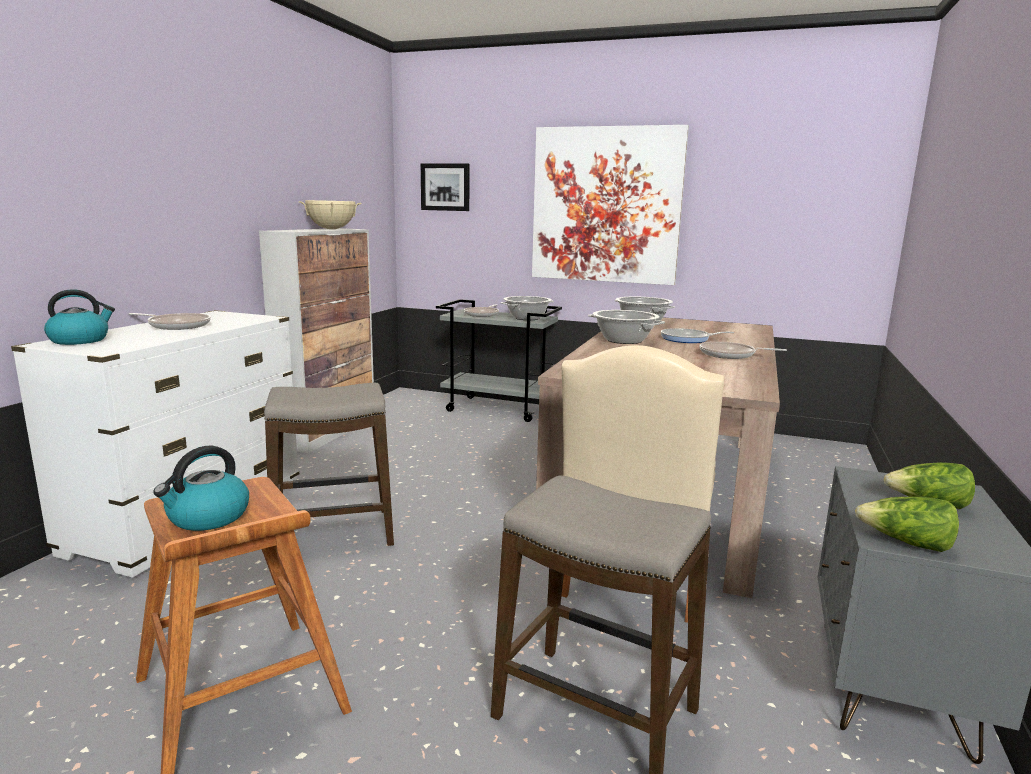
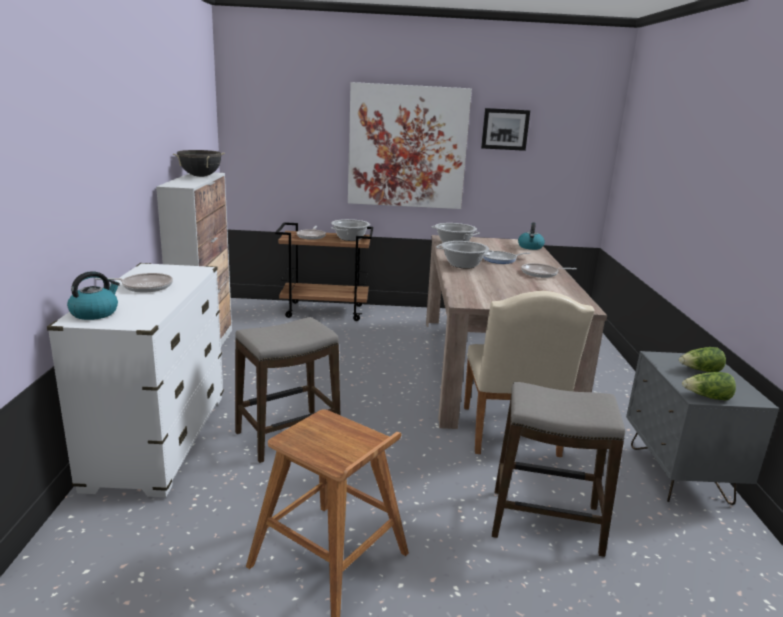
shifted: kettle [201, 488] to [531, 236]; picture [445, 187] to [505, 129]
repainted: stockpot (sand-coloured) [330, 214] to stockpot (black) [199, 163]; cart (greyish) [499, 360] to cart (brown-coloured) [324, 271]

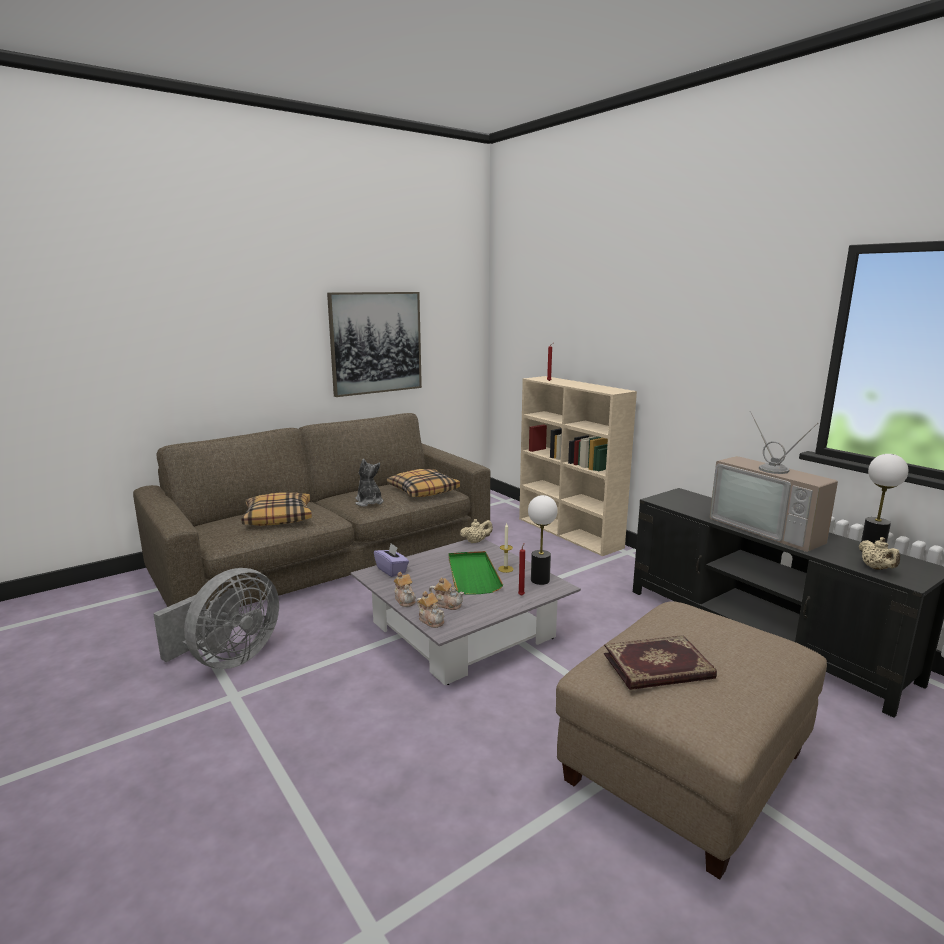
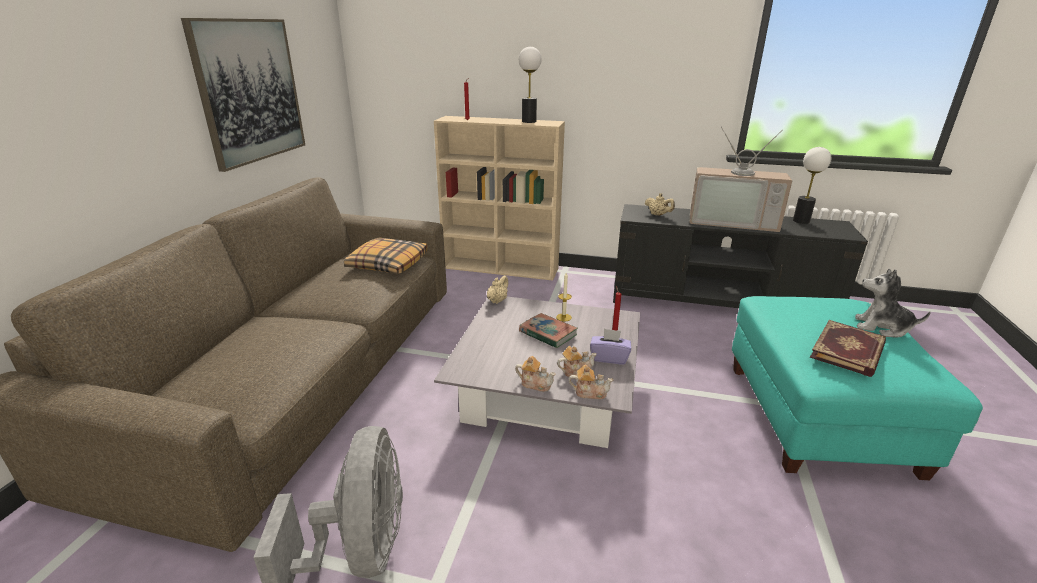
gone: pillow [276, 509]
shifted: cuddly toy [369, 483] to [893, 303]; box of tissues (purple) [391, 560] to [610, 347]; table lamp [543, 540] to [530, 85]; teapot (sand-coloured) [879, 553] to [660, 204]
swapped: carrying tray (green-coloured) [476, 573] to bound book [548, 330]
repainted: footrest (sand-coloured) [691, 740] to footrest (turquoise) [857, 388]

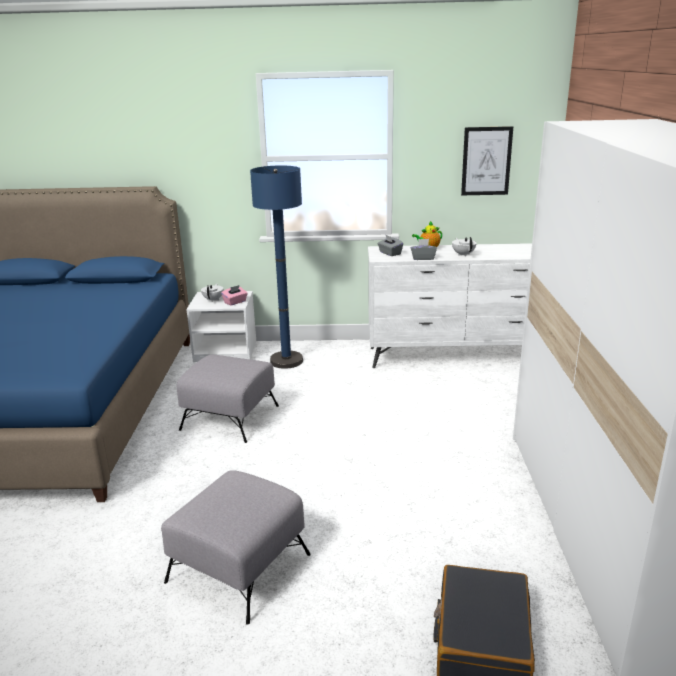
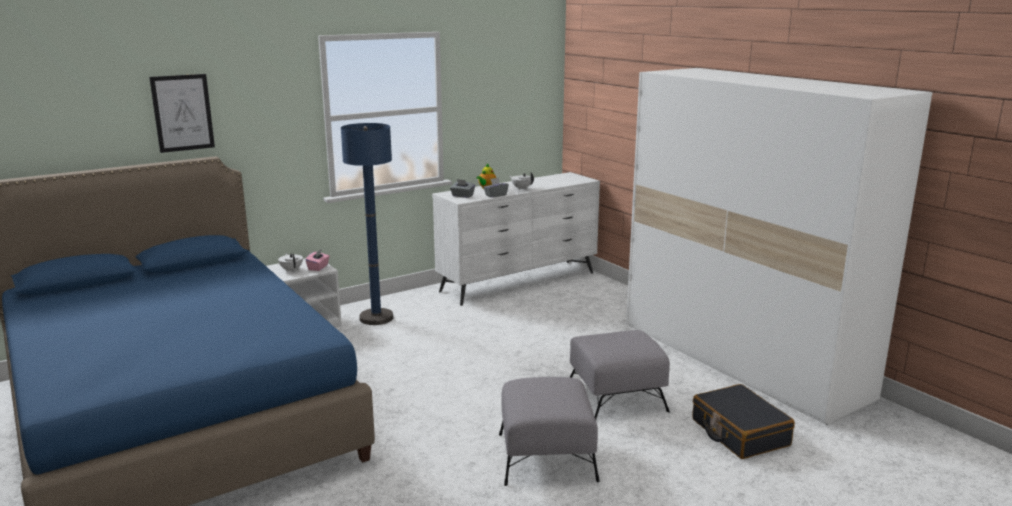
shifted: footrest (greyish) [228, 398] to [620, 374]; picture [487, 160] to [182, 113]

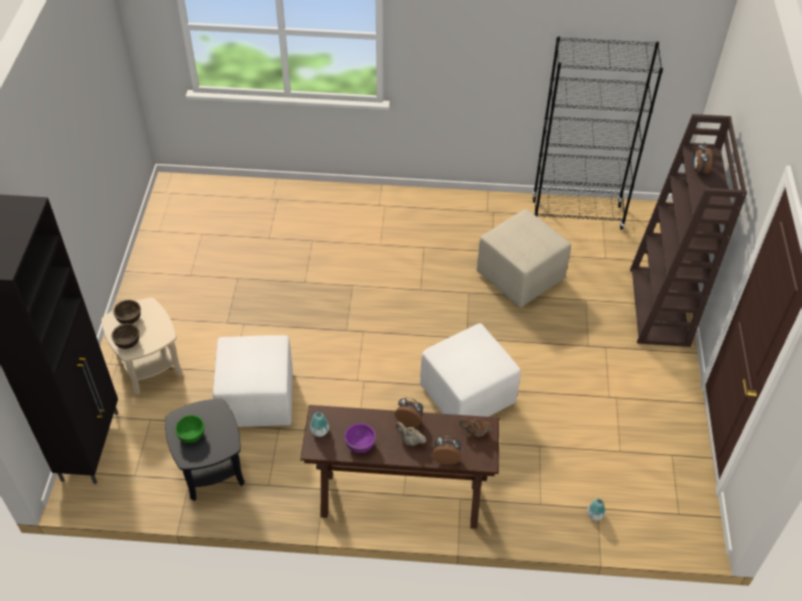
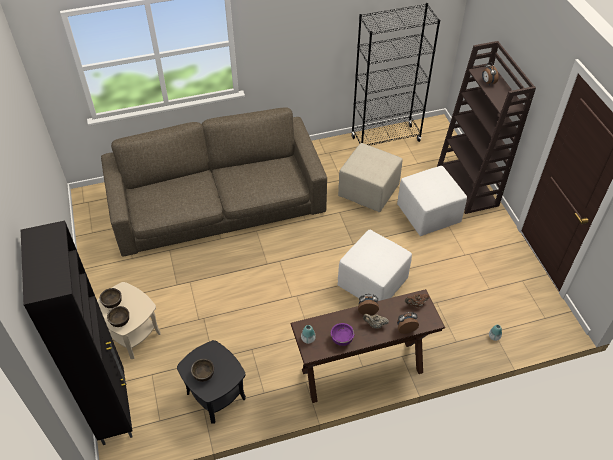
new: settee (brown-coloured) [214, 182]
shifted: footrest (white-coloured) [253, 381] to [432, 201]
repainted: serving bowl (green-coloured) [189, 429] to serving bowl (brown-coloured) [202, 370]

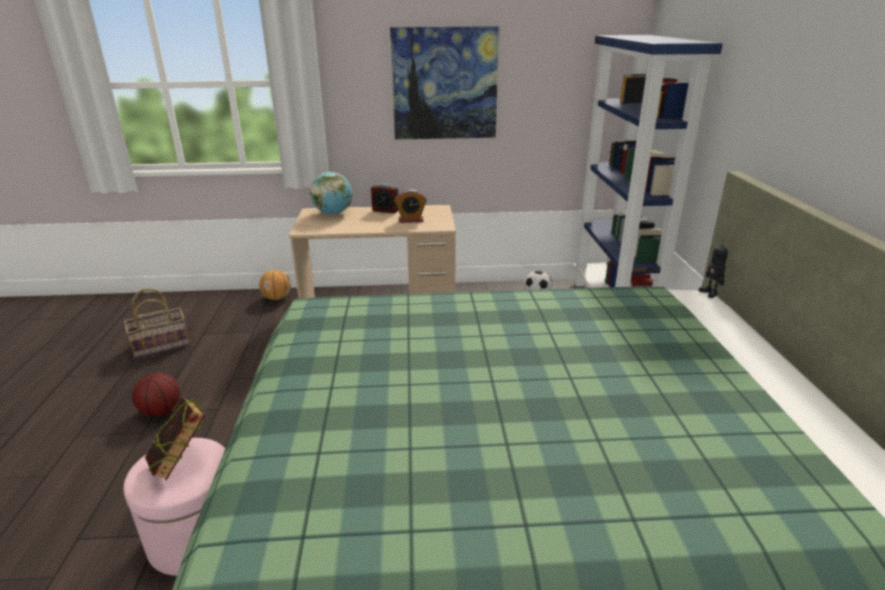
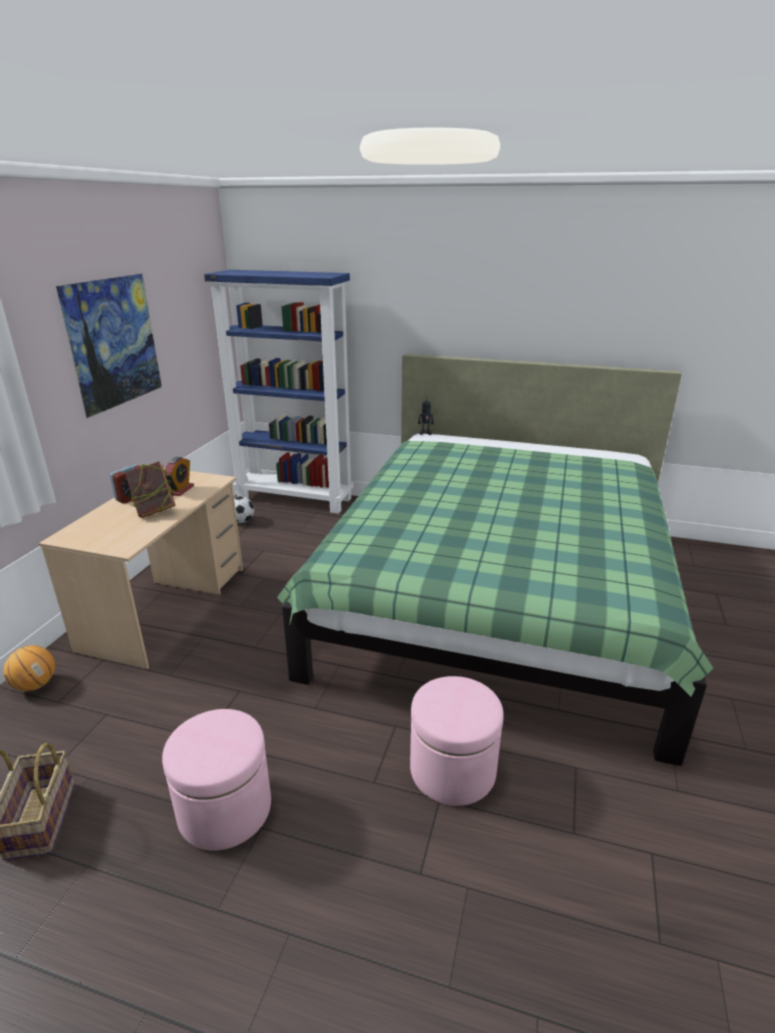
gone: world globe [331, 193]
shifted: bound book [175, 438] to [150, 489]
swapped: basketball [156, 394] to footrest (pinkish) [216, 780]

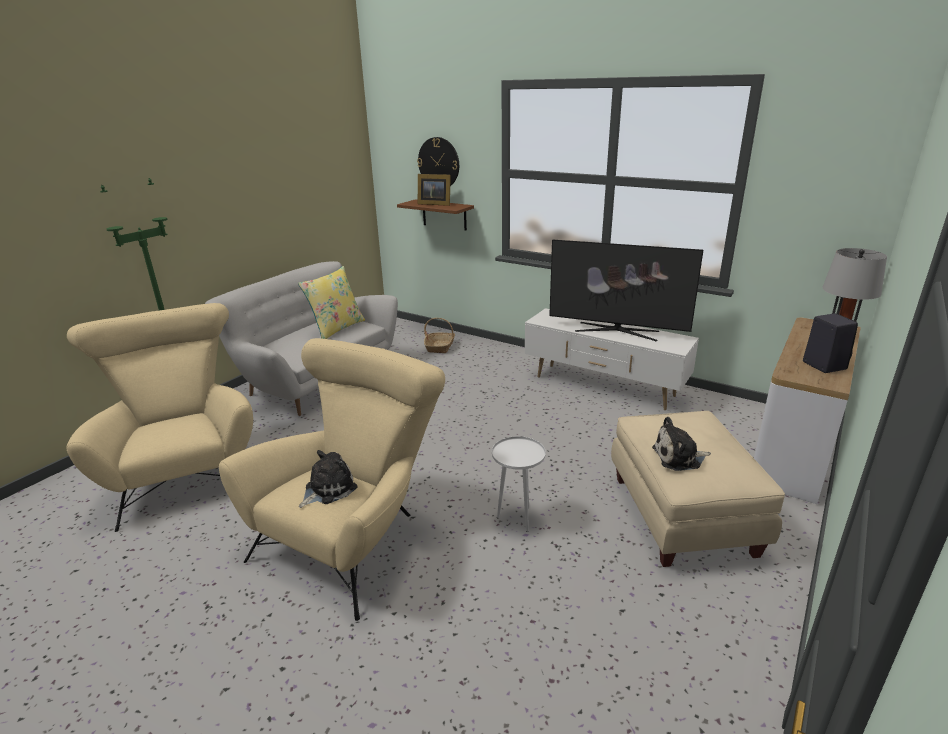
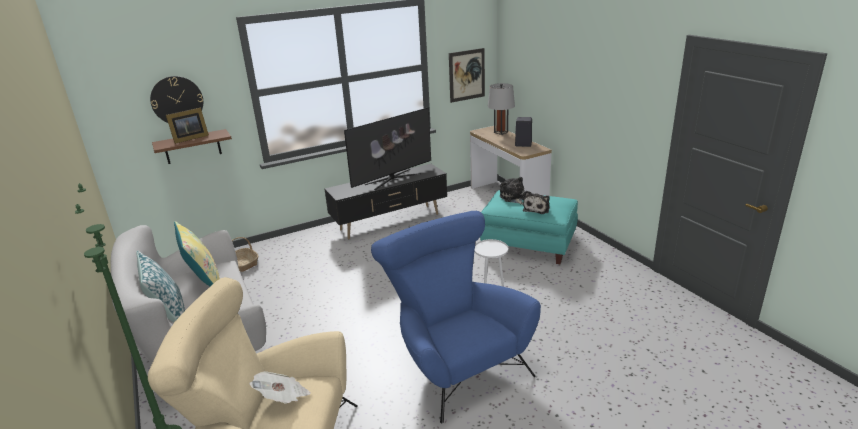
new: pillow [160, 286]; newspaper [280, 387]; picture [467, 75]
shifted: cuddly toy [328, 479] to [512, 191]
repainted: lounge chair (sand-coloured) [332, 479] to lounge chair (bluish) [456, 317]; media console (white-coloured) [612, 359] to media console (black) [386, 201]; footrest (sand-coloured) [698, 489] to footrest (turquoise) [529, 227]

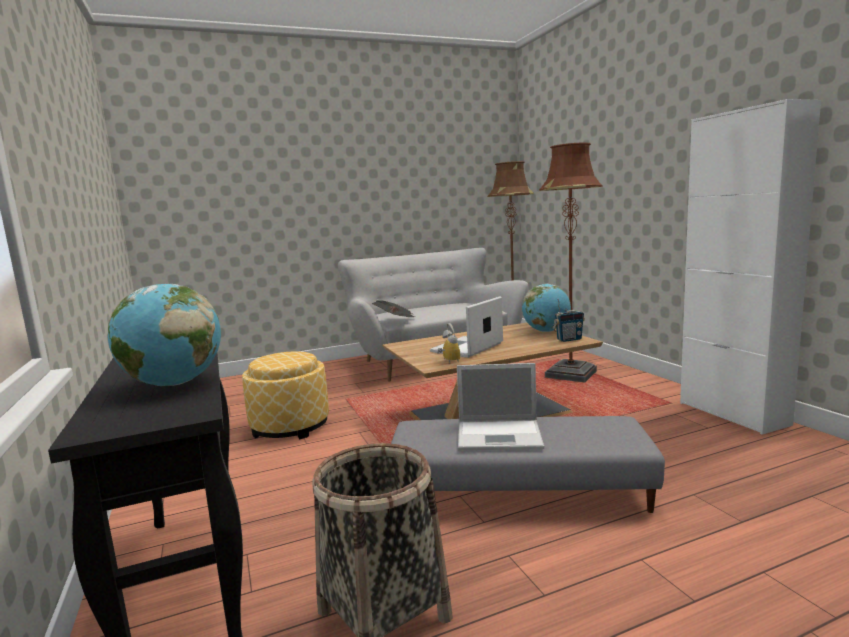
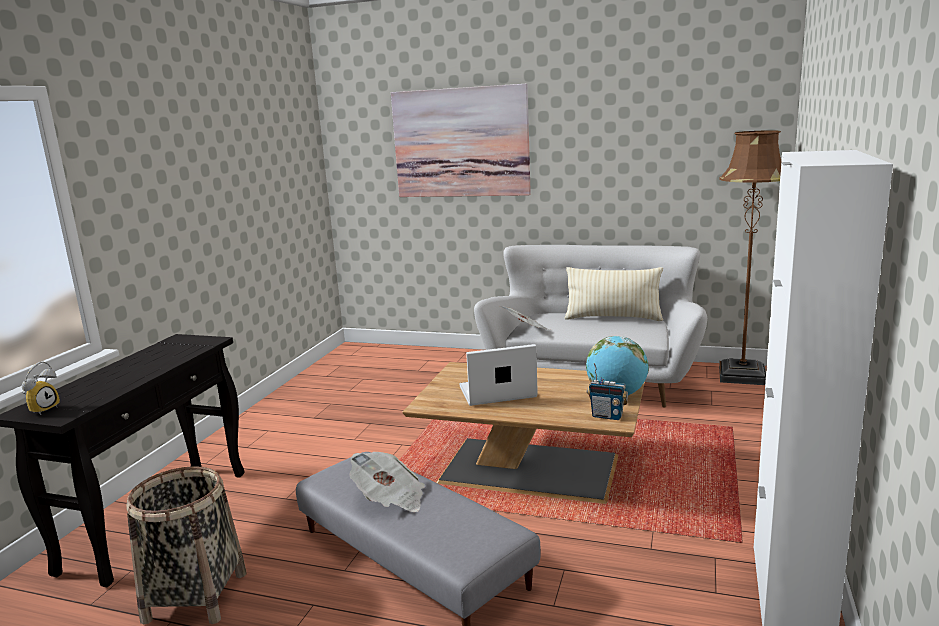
gone: world globe [164, 335]; footrest [285, 395]; floor lamp (brown-coloured) [570, 262]
new: picture [461, 140]; pillow (sand-coloured) [614, 294]
shifted: bedside clock [448, 343] to [41, 388]
swapped: portable computer [500, 406] to newspaper [387, 482]

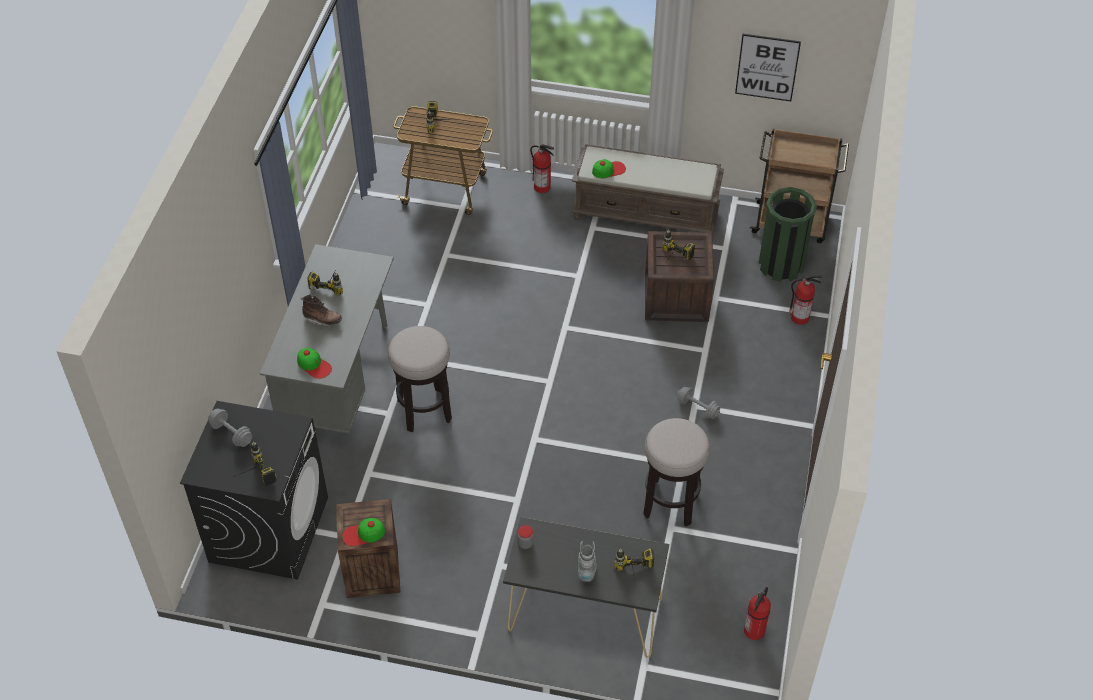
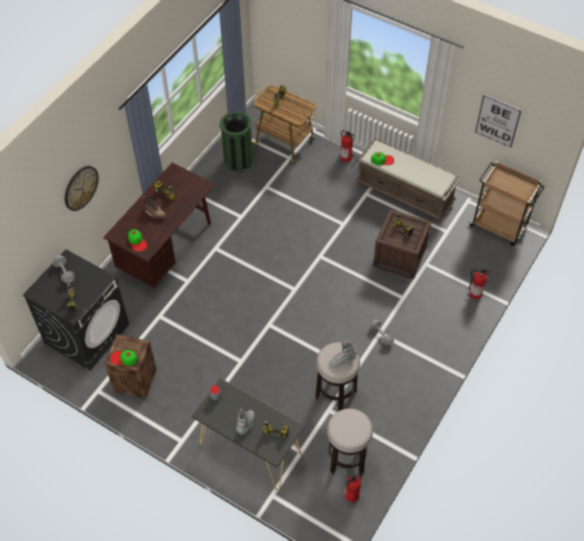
new: clock on the wall [82, 188]; boot (greyish) [343, 354]
shifted: sitting stool [420, 379] to [350, 441]; trash can (green-coloured) [788, 234] to [236, 142]
repainted: desk unit (greyish) [326, 339] to desk unit (brown-coloured) [159, 225]

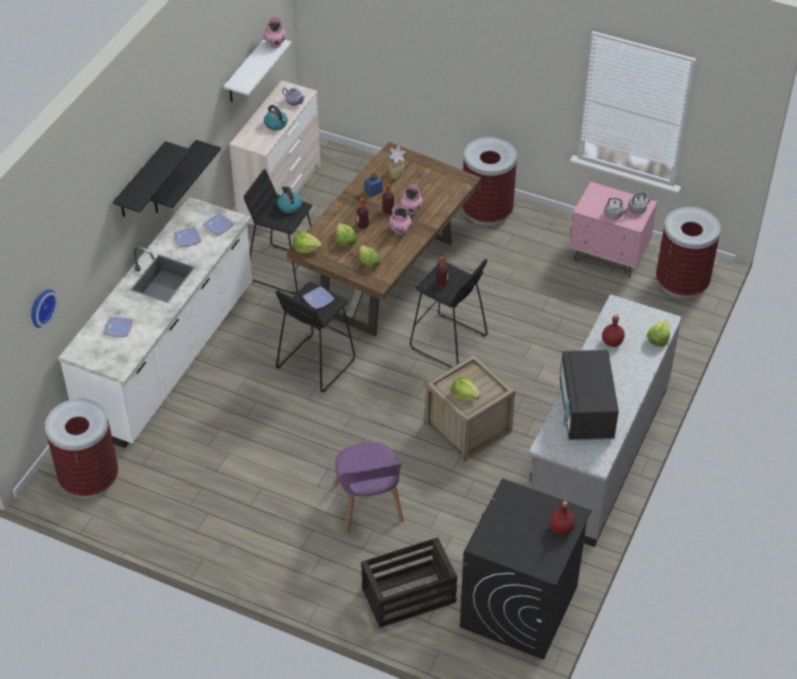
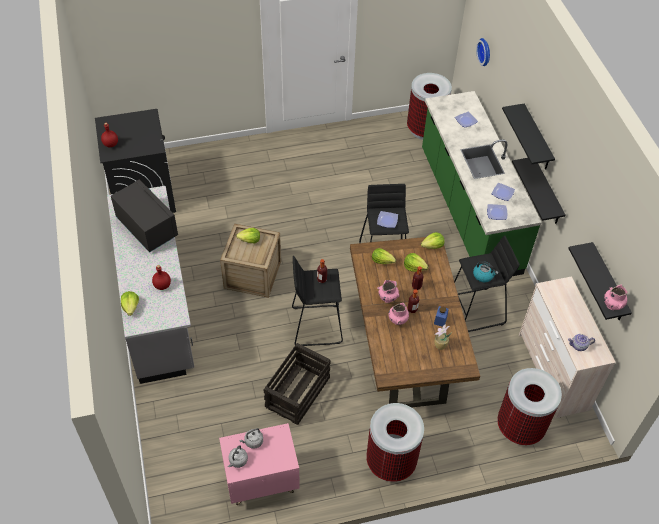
gone: kettle [276, 117]; upright chair (purple) [369, 487]
shifted: shipping crate [409, 582] to [297, 384]; trash can [688, 253] to [529, 406]
repainted: kitchen counter (white-coloured) [155, 322] to kitchen counter (green-coloured) [482, 183]; wall shelf (white-coloured) [257, 70] to wall shelf (black) [600, 281]

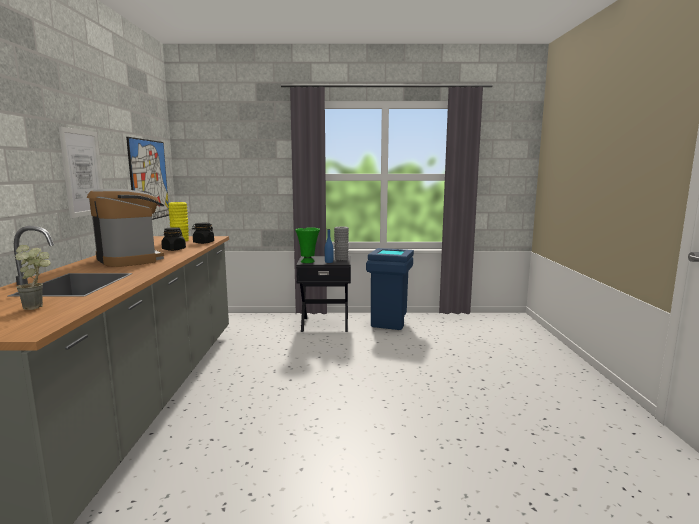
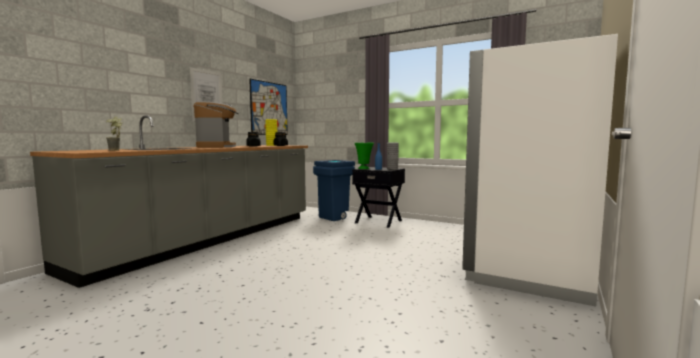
new: fridge (white-coloured) [540, 170]
shifted: trash can (bluish) [390, 289] to [334, 190]

